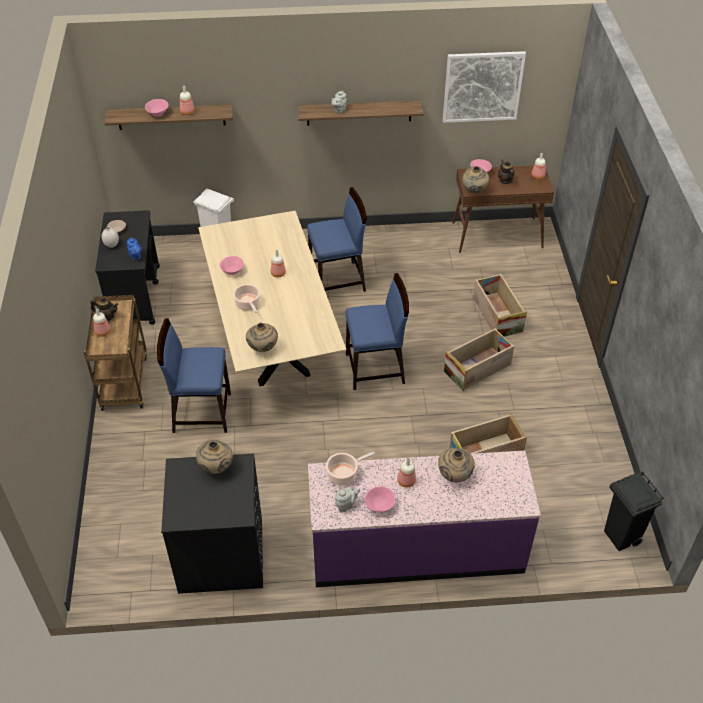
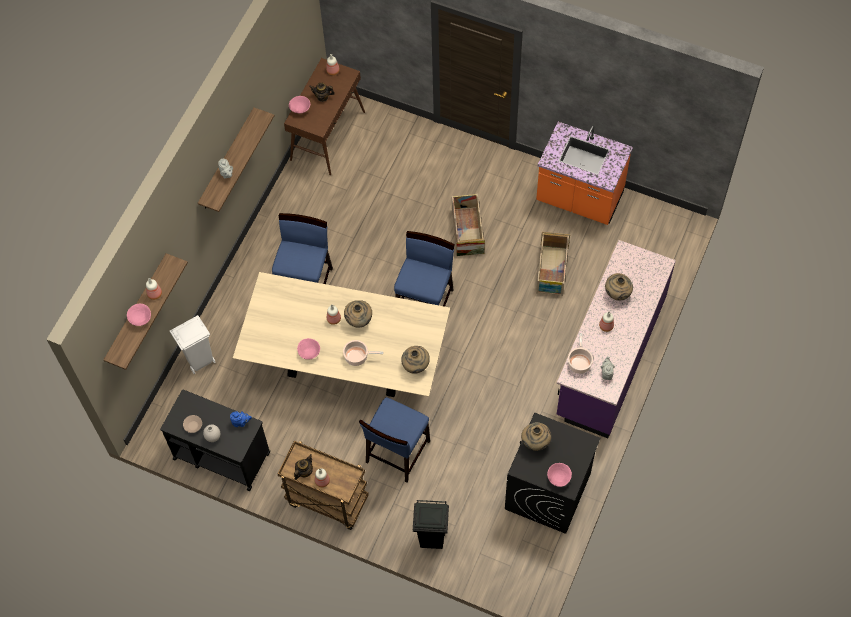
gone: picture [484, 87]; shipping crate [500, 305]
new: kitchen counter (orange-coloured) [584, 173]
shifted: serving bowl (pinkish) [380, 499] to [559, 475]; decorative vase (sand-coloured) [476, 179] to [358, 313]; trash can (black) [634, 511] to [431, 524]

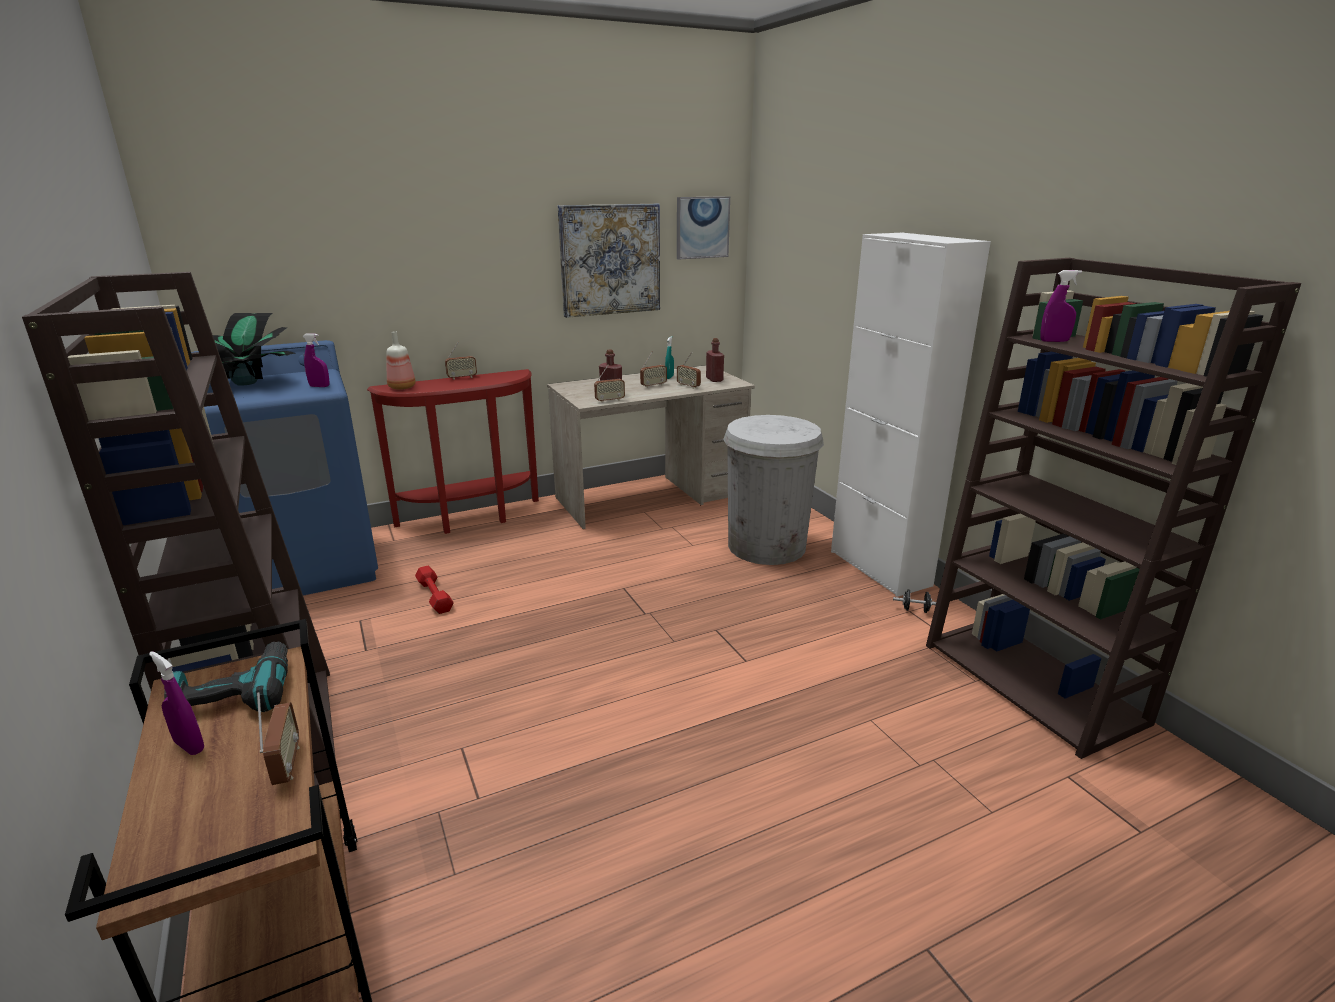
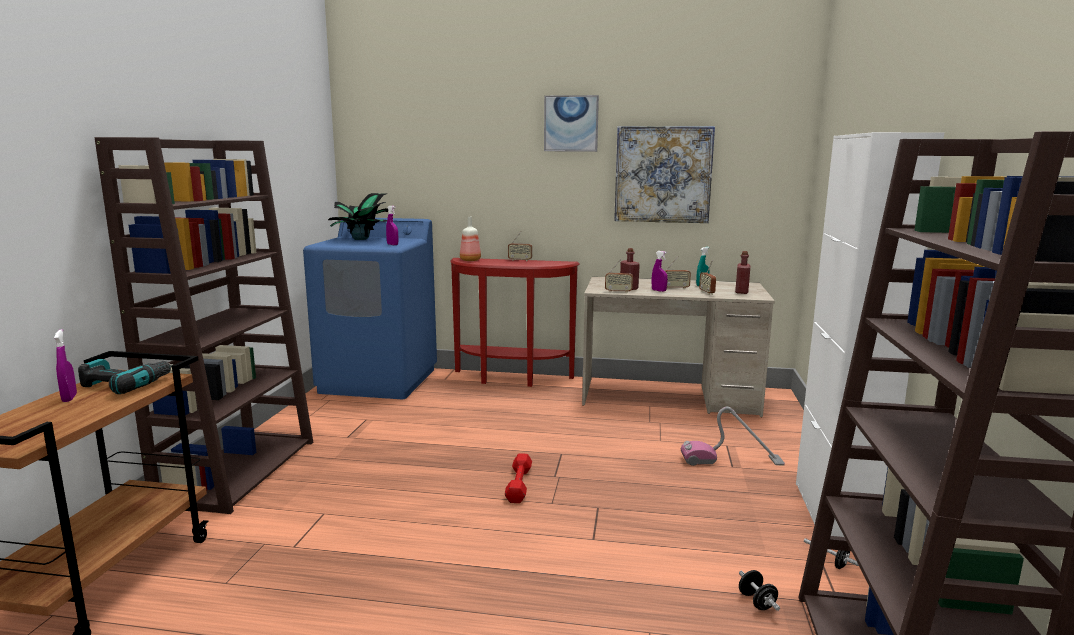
gone: radio set [278, 738]
new: free weight (black) [759, 590]
shifted: free weight (red) [434, 590] to [518, 478]; picture [703, 228] to [571, 123]; sprayer (purple) [1061, 306] to [659, 271]
swapped: trash can (white-coloured) [773, 490] to hoover [733, 436]

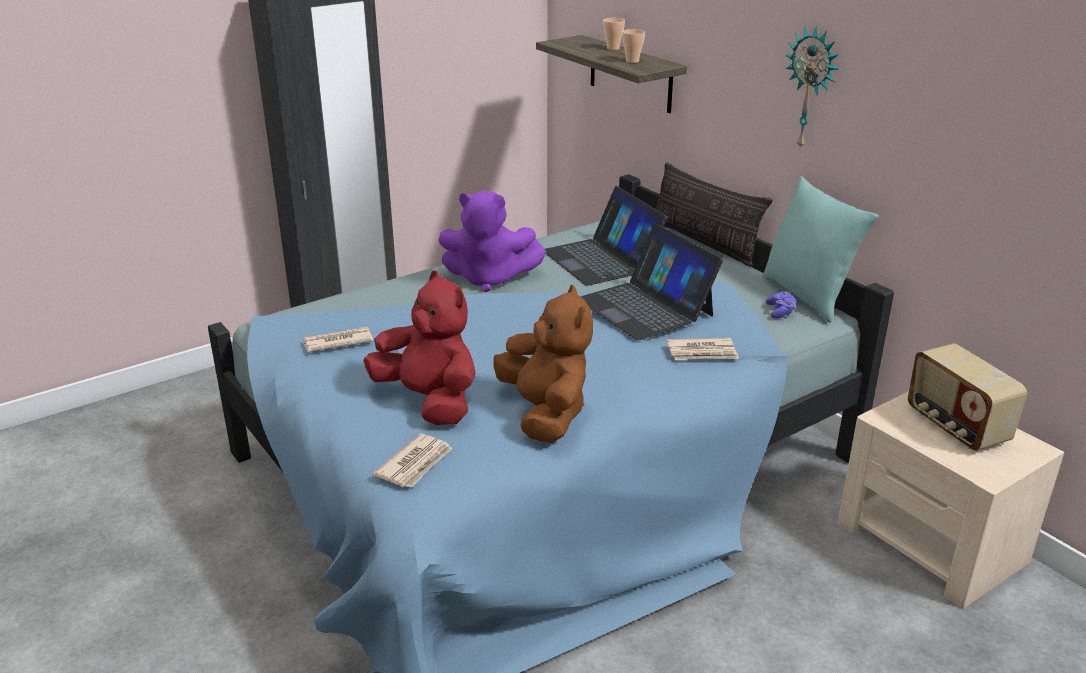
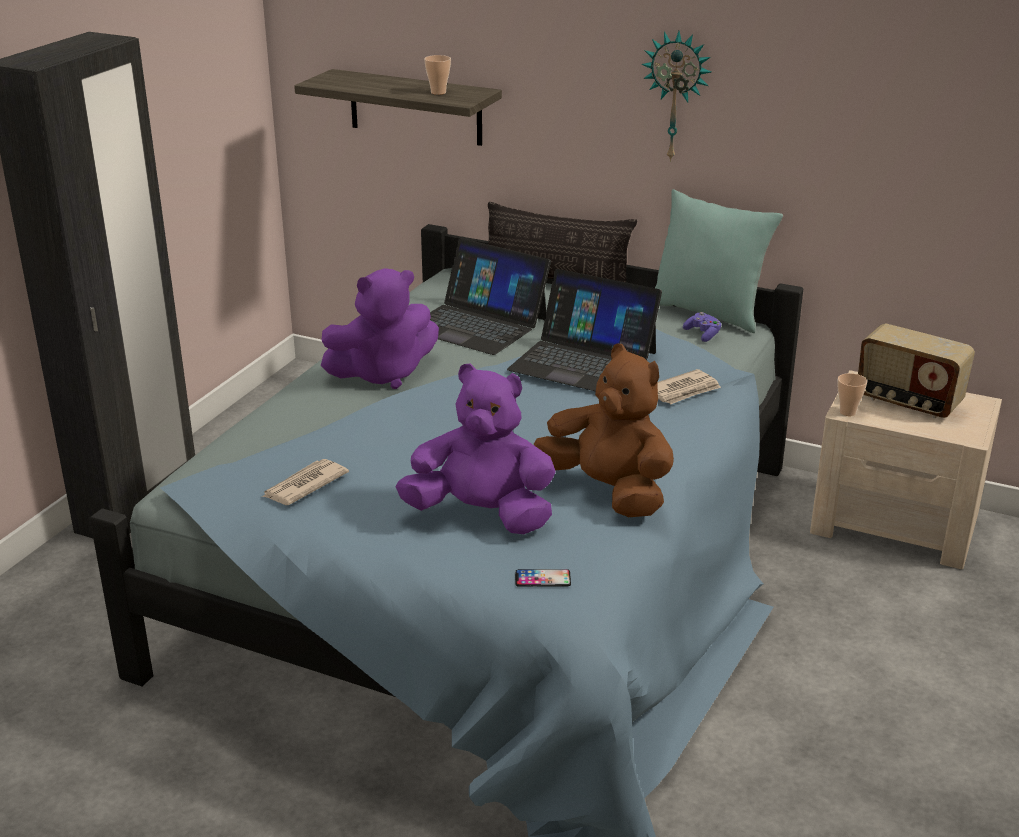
shifted: cup [614, 34] to [852, 394]
swapped: newspaper [412, 460] to phone [543, 578]
repainted: cuddly toy (red) [419, 348] to cuddly toy (purple) [476, 448]

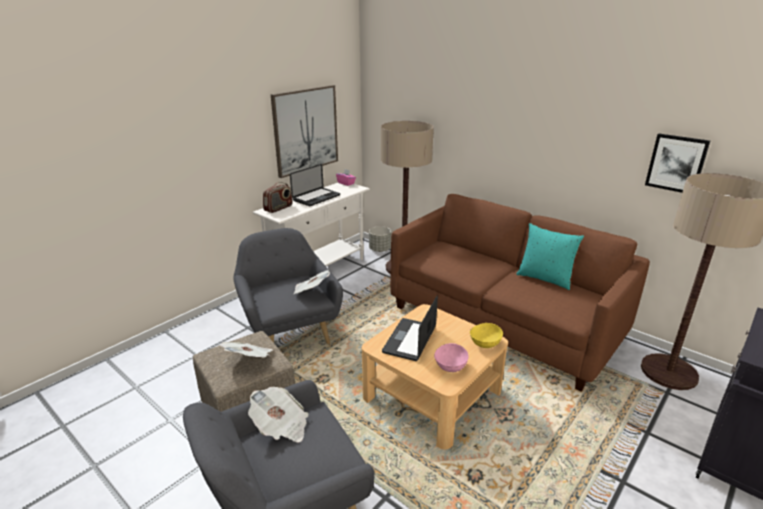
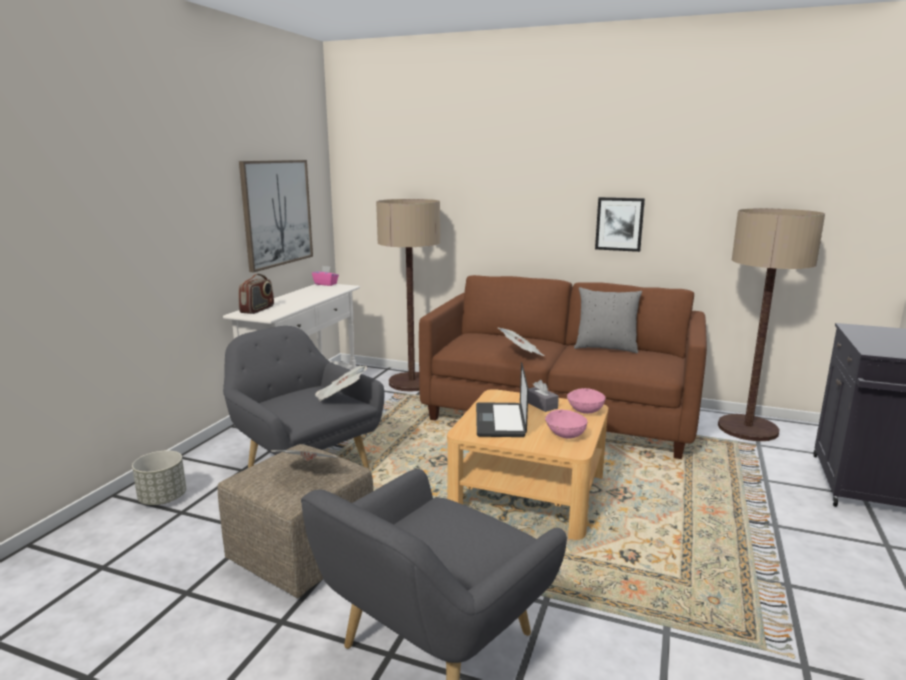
gone: portable computer [315, 185]
new: box of tissues (greyish) [543, 396]
shifted: newspaper [278, 414] to [521, 342]; plant pot (greyish) [380, 239] to [159, 477]; picture [677, 163] to [620, 224]
repainted: serving bowl (yellowish) [486, 335] to serving bowl (pinkish) [586, 401]; pillow (turquoise) [550, 256] to pillow (greyish) [608, 320]

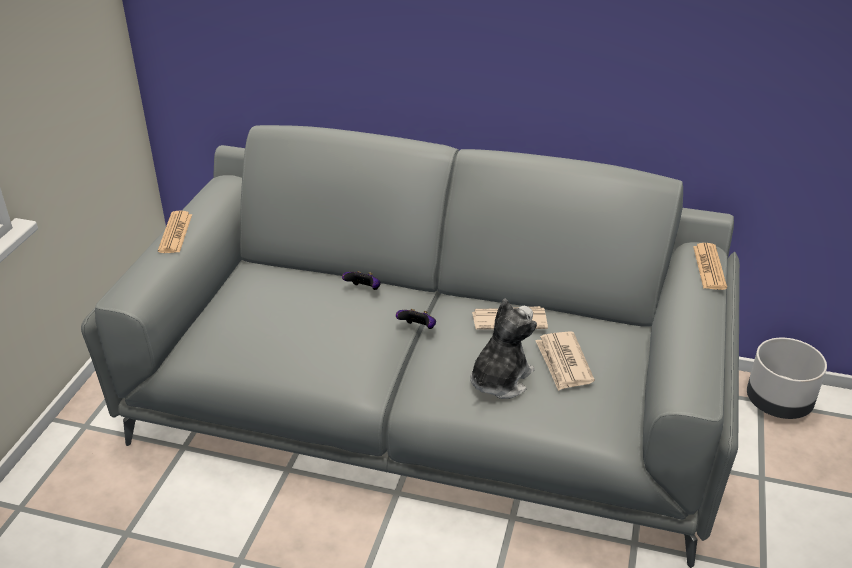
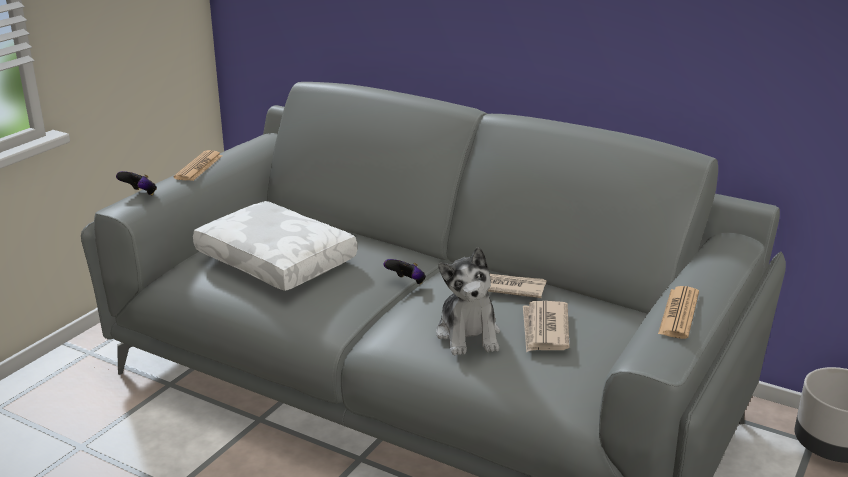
new: pillow (white-coloured) [275, 246]
shifted: joypad [361, 280] to [136, 183]; newspaper [710, 266] to [678, 312]
rotated: cuddly toy [503, 349] = [468, 301] 120 degrees clockwise

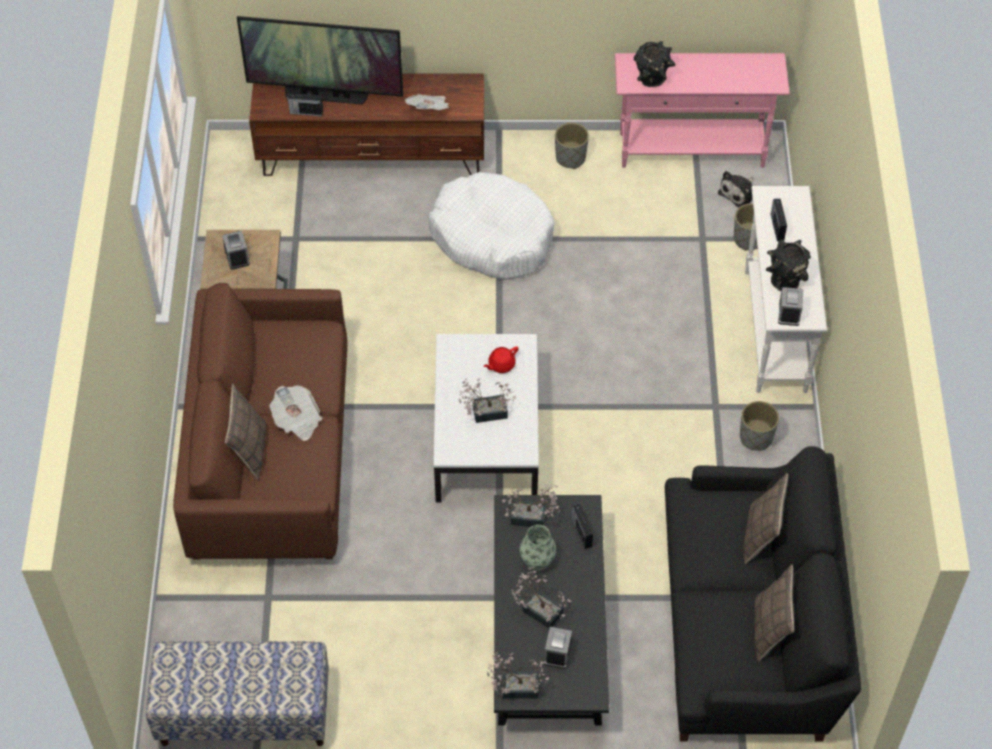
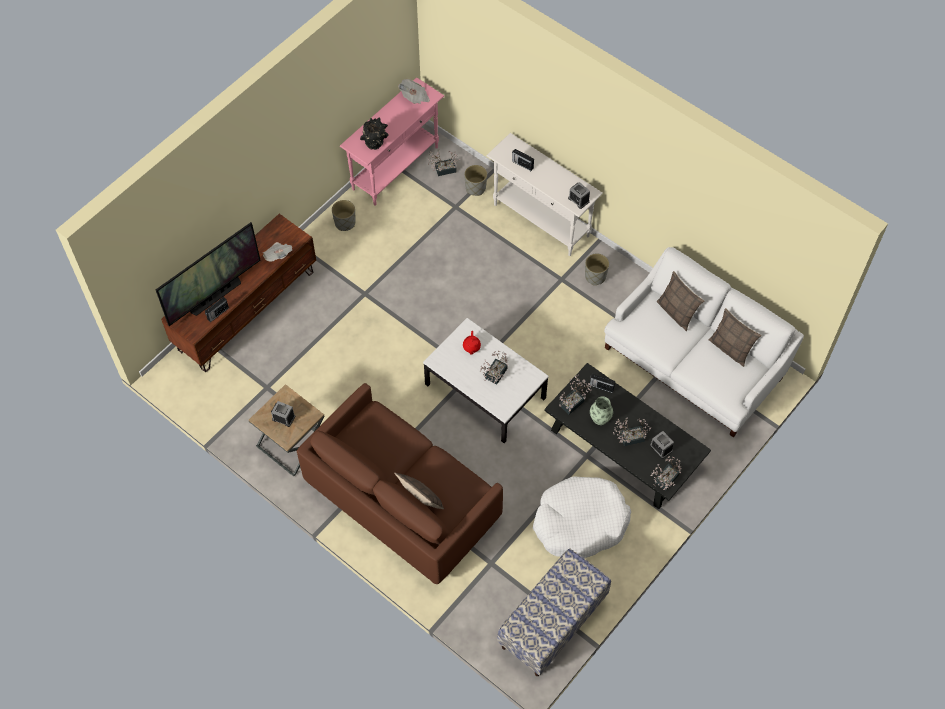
gone: decorative vase (black) [788, 265]
shifted: newspaper [296, 413] to [414, 91]; pet bed (white-coloured) [491, 226] to [581, 517]
swapped: cuddly toy [735, 189] to plant in a pot [444, 162]
repainted: settee (black) [763, 594] to settee (white-coloured) [704, 342]

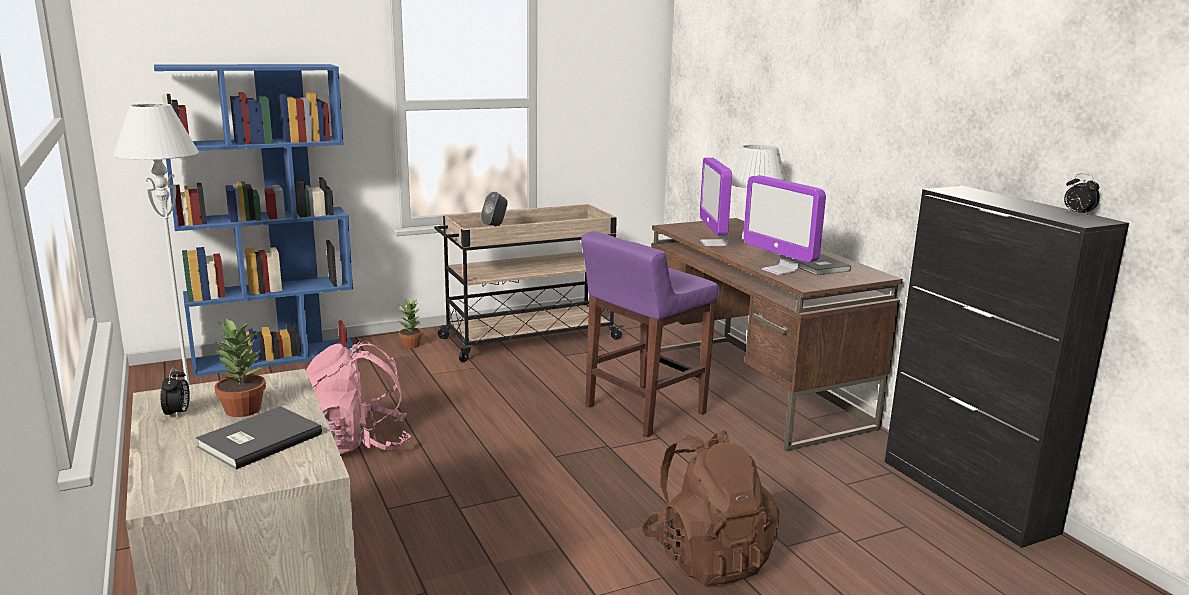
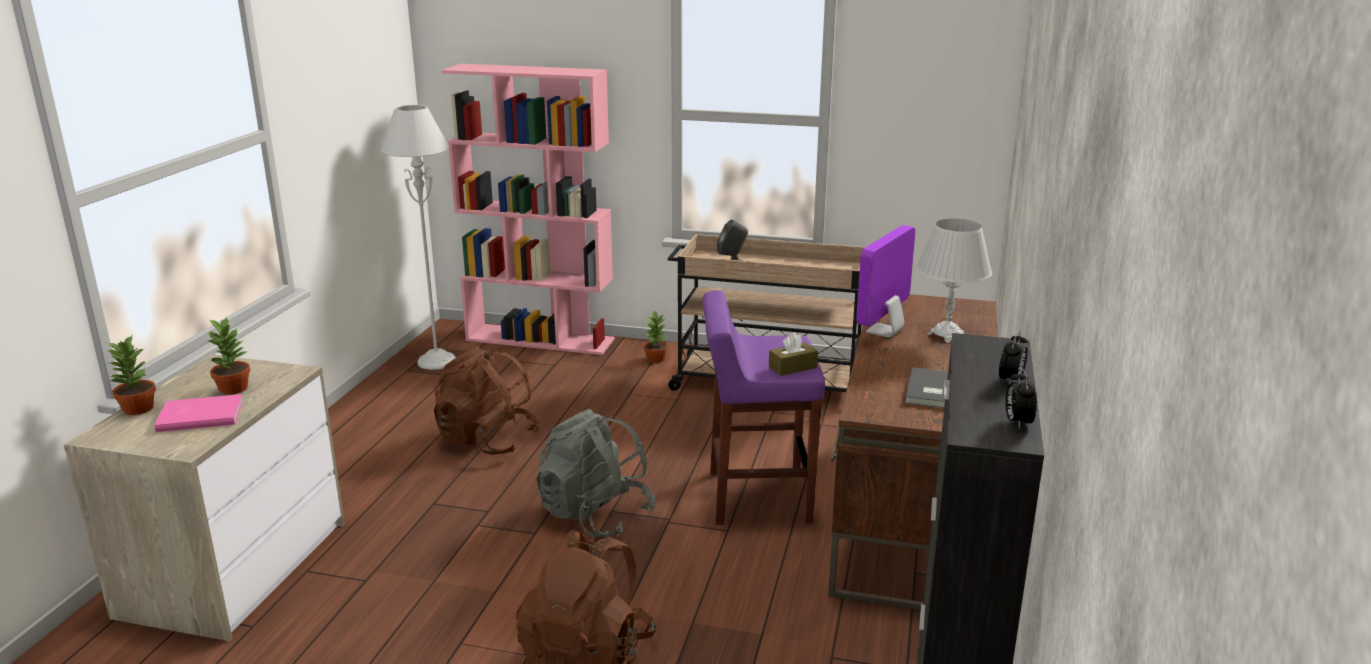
gone: monitor [784, 225]
new: plant in a pot [131, 375]; backpack (greyish) [596, 473]; box of tissues (brown-coloured) [793, 354]
shifted: bedside clock [175, 393] to [1013, 357]
repainted: bookshelf (bluish) [255, 220] to bookshelf (pinkish) [528, 209]; bound book (greyish) [259, 438] to bound book (pinkish) [198, 413]; backpack (pinkish) [358, 398] to backpack (brown-coloured) [487, 400]

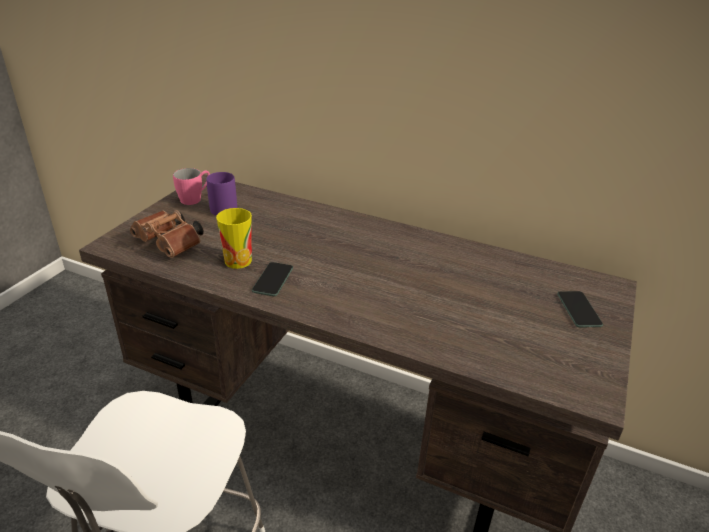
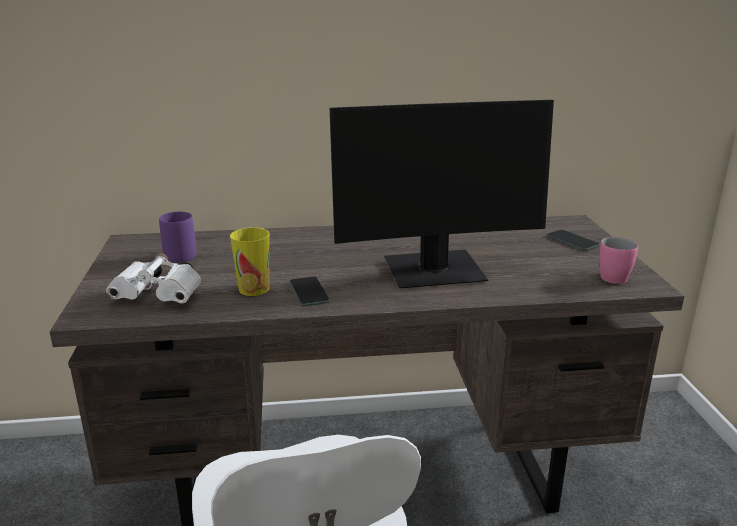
new: monitor [442, 194]
shifted: mug (pinkish) [191, 186] to [618, 260]
repainted: pair of binoculars (brown-coloured) [167, 234] to pair of binoculars (white-coloured) [154, 278]

